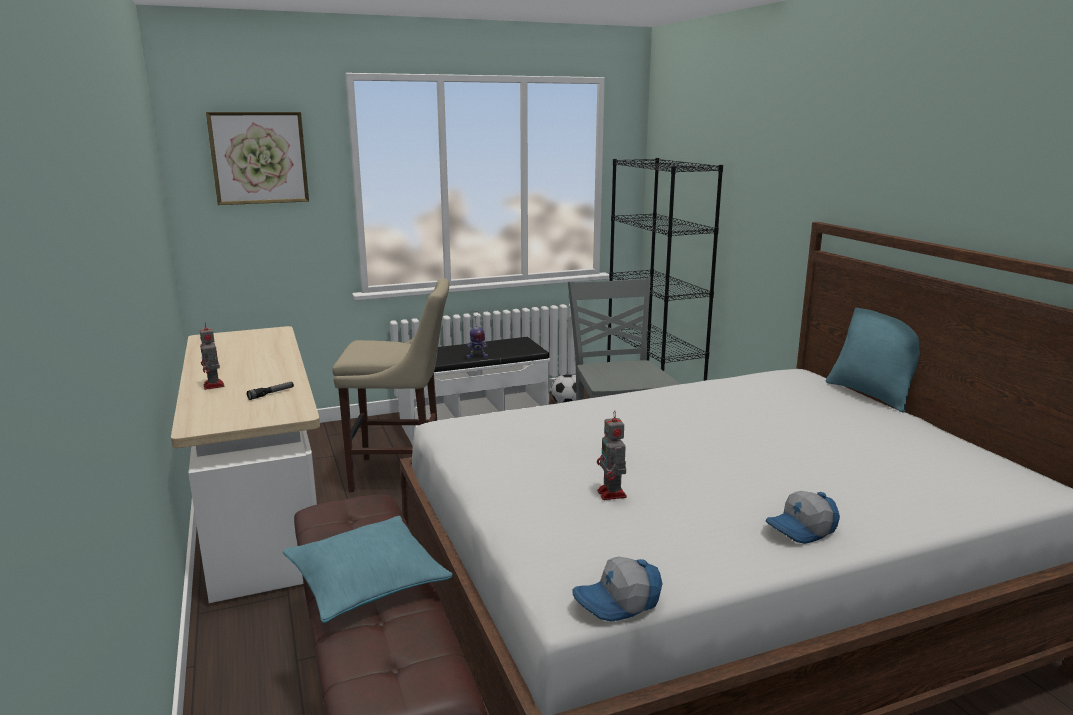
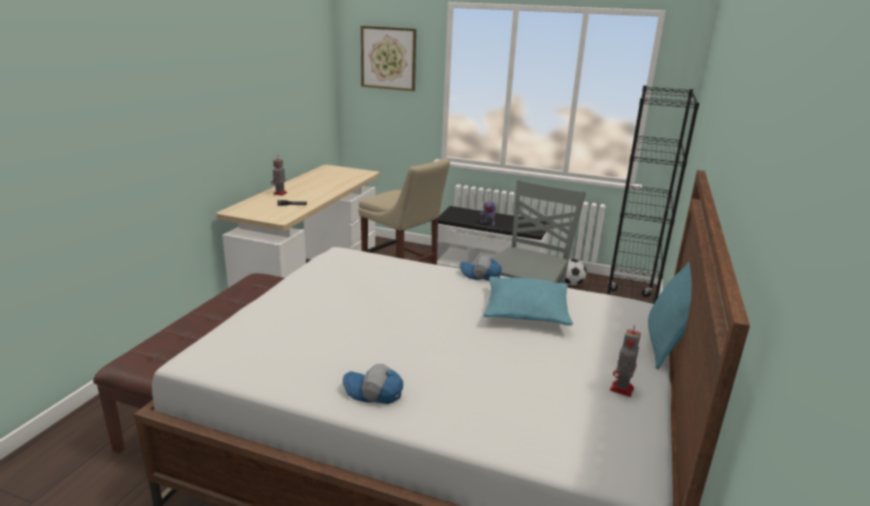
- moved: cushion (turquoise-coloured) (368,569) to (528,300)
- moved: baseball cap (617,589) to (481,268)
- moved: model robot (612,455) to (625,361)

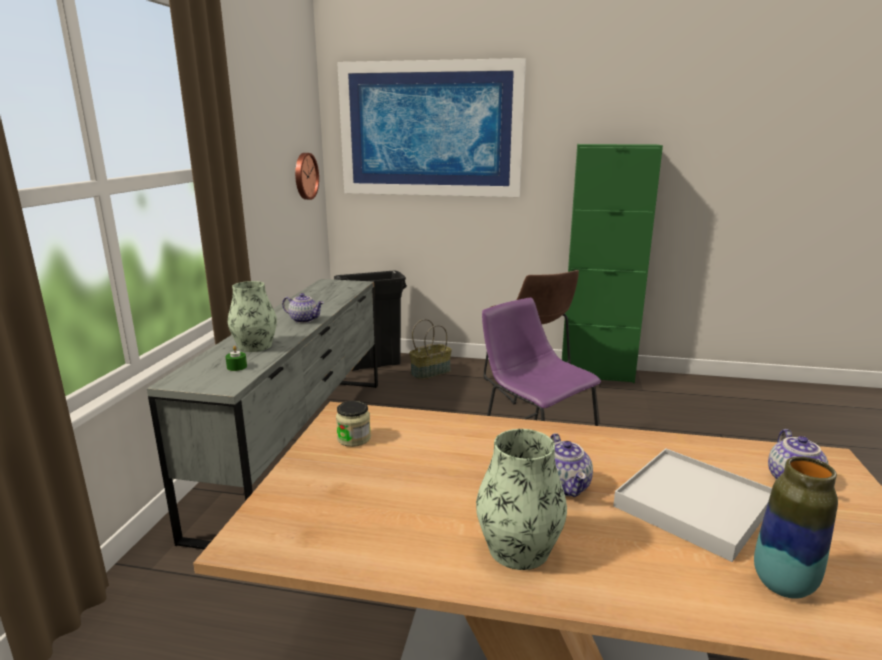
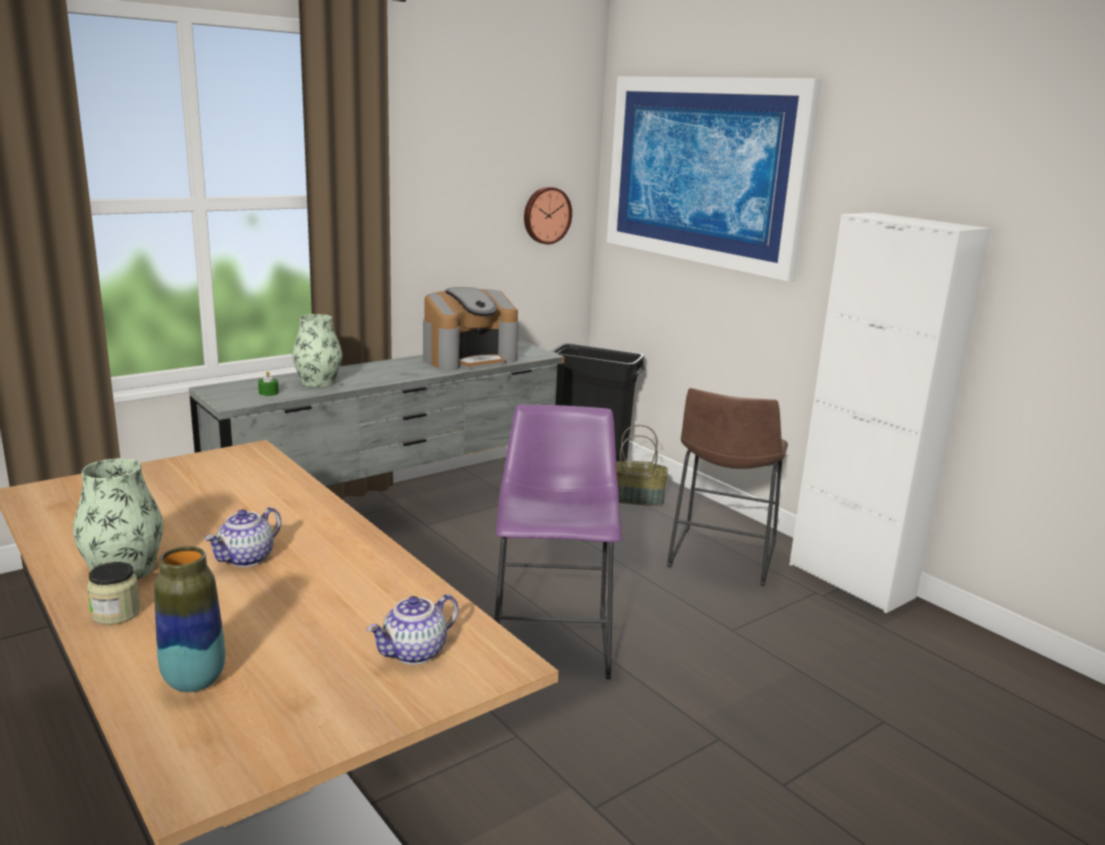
- removed: teapot (303,308)
- removed: tray (whitish) (692,505)
- added: coffee maker (471,329)
- moved: jar (353,424) to (114,593)
- recoloured: cupboard (green-coloured) (612,263) to cupboard (whitish) (890,413)

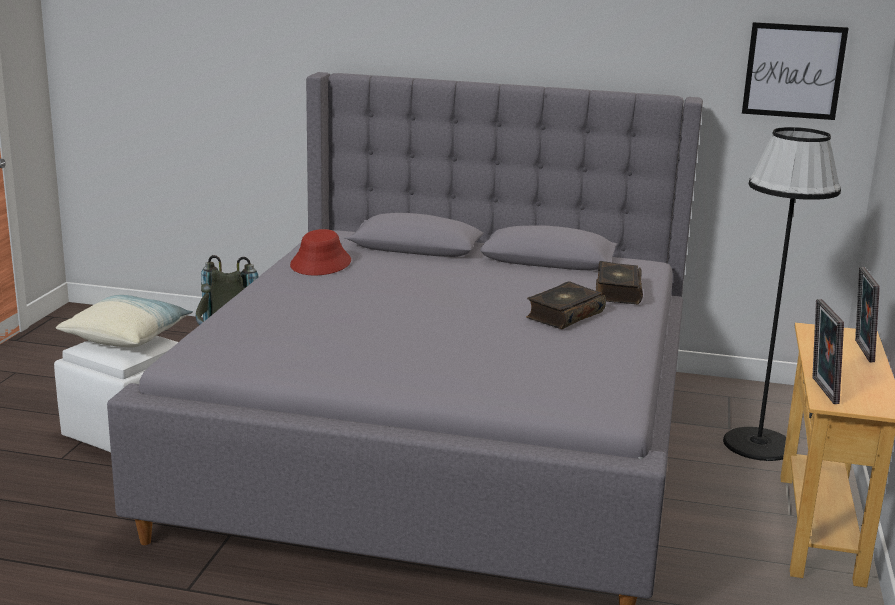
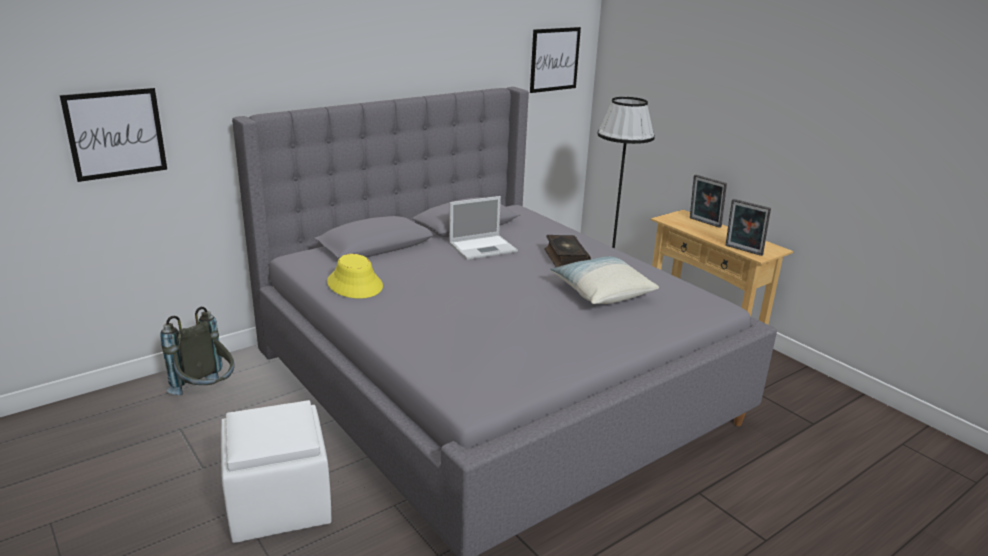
- removed: volume (619,282)
- added: wall art (113,135)
- added: notebook computer (483,228)
- moved: cushion (124,321) to (604,280)
- recoloured: wearable hat (red) (320,252) to wearable hat (yellowish) (355,276)

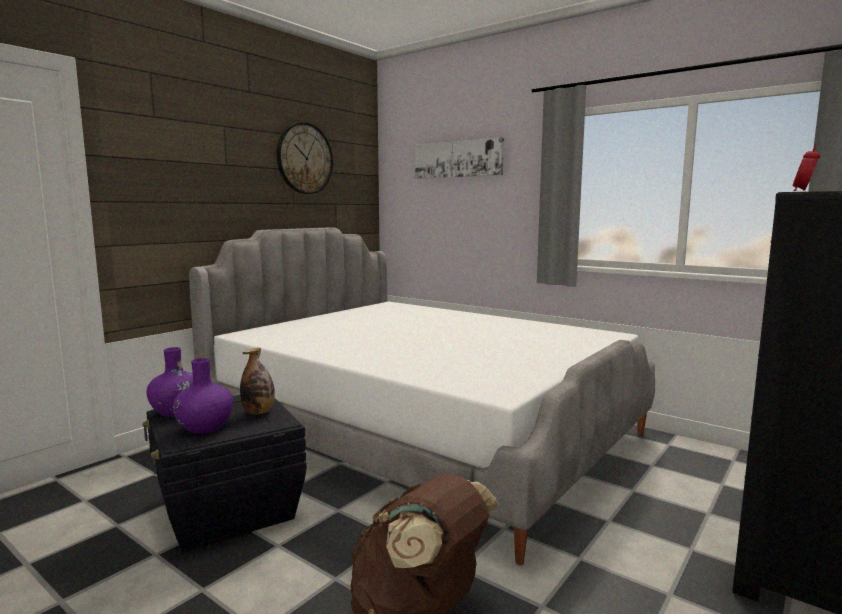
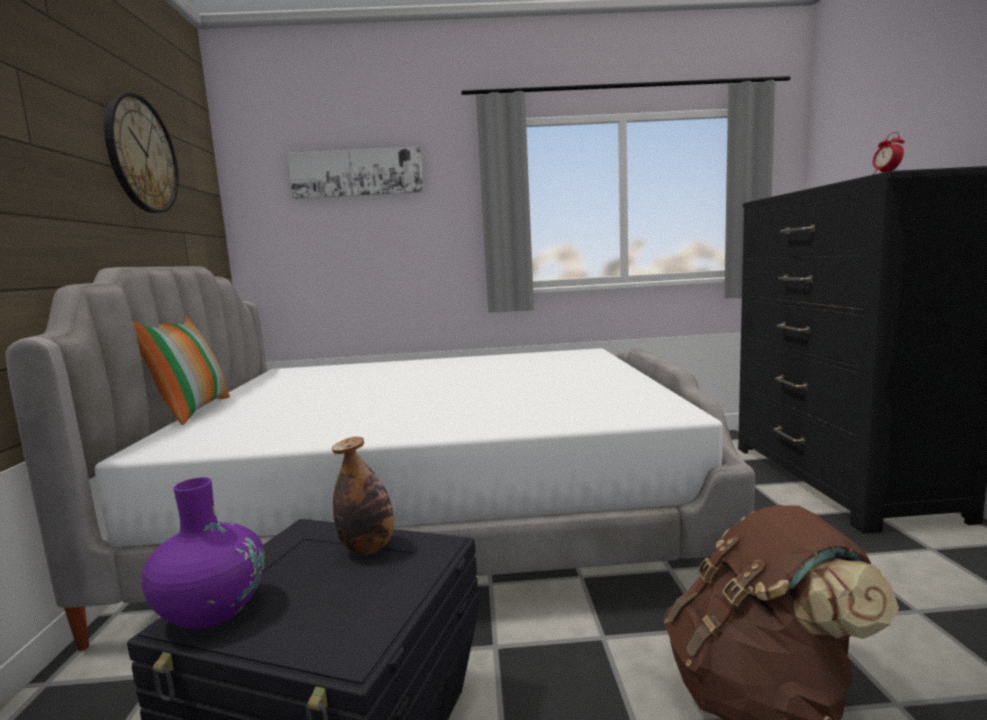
- removed: vase (purplish) (203,396)
- added: cushion (181,369)

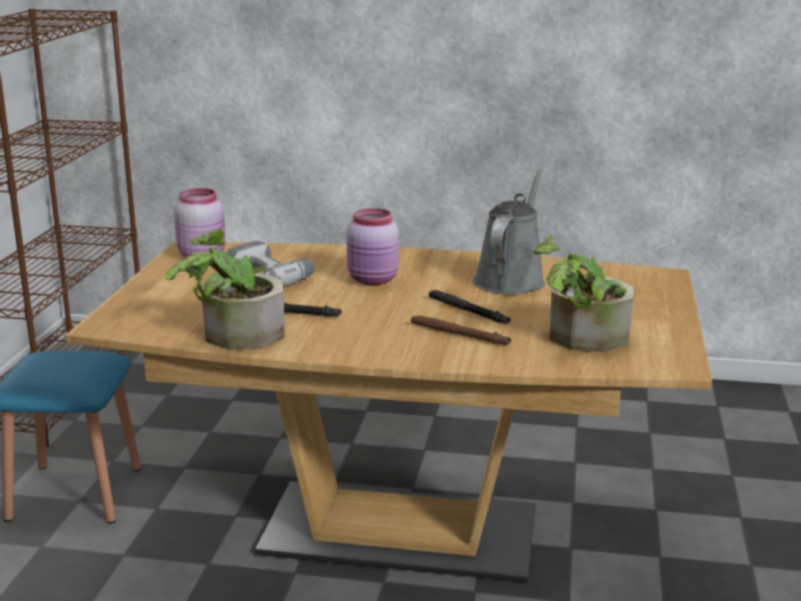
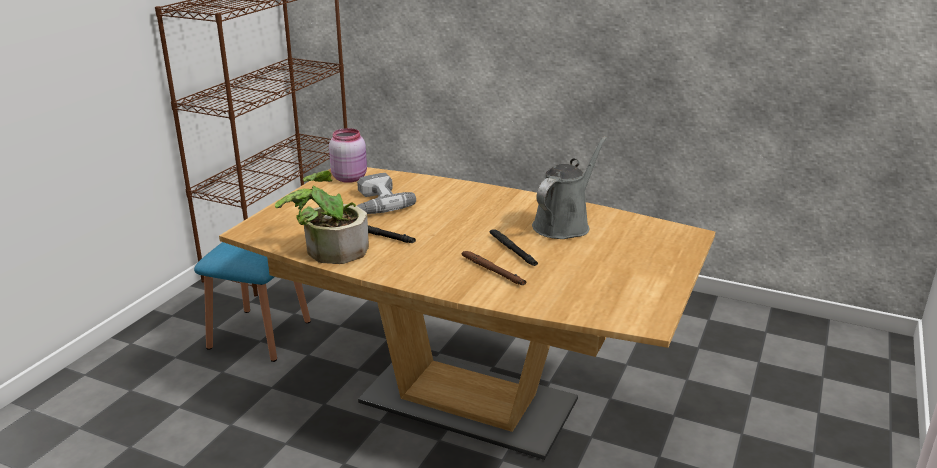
- removed: jar (pinkish) (372,246)
- removed: potted plant (583,294)

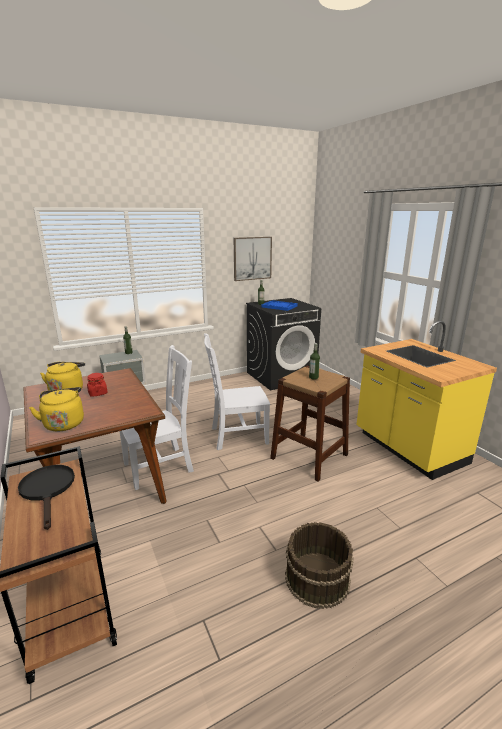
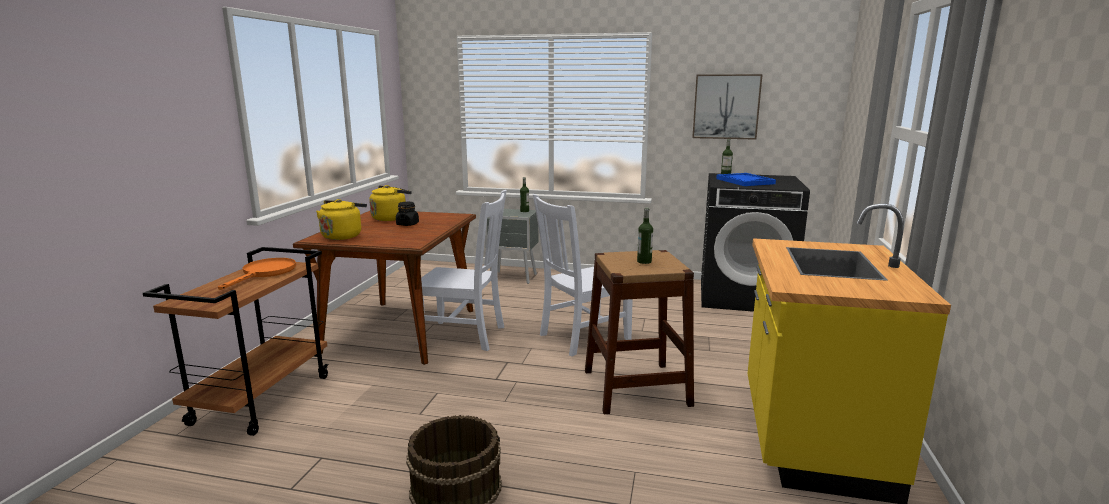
- recoloured: frying pan (black) (46,497) to frying pan (orange) (257,274)
- recoloured: jar (red) (97,385) to jar (black) (407,214)
- turned: chair (whitish) (237,391) = (583,275) 60 degrees counterclockwise

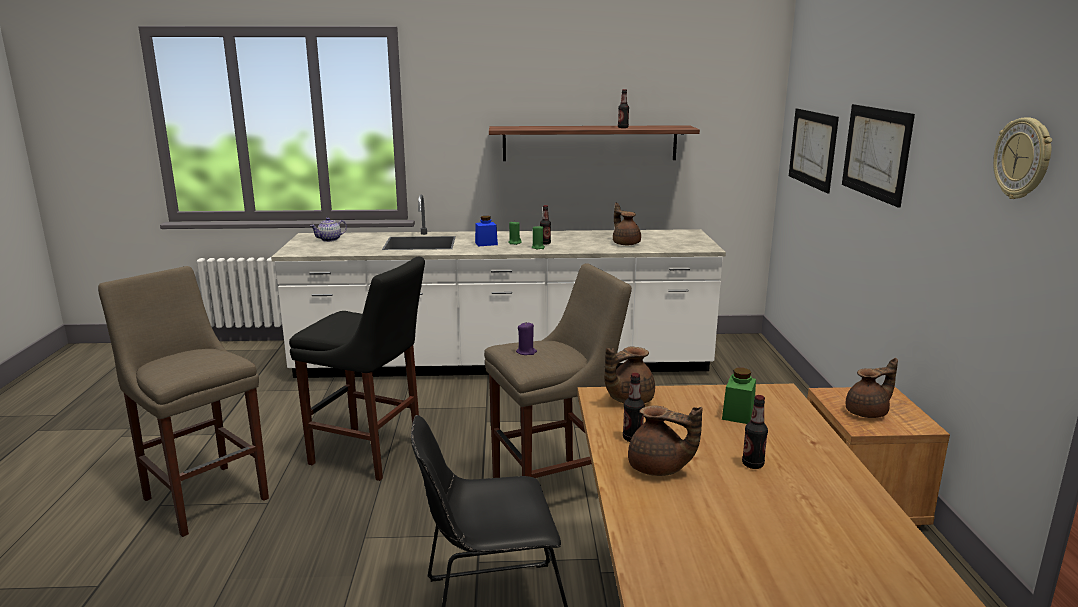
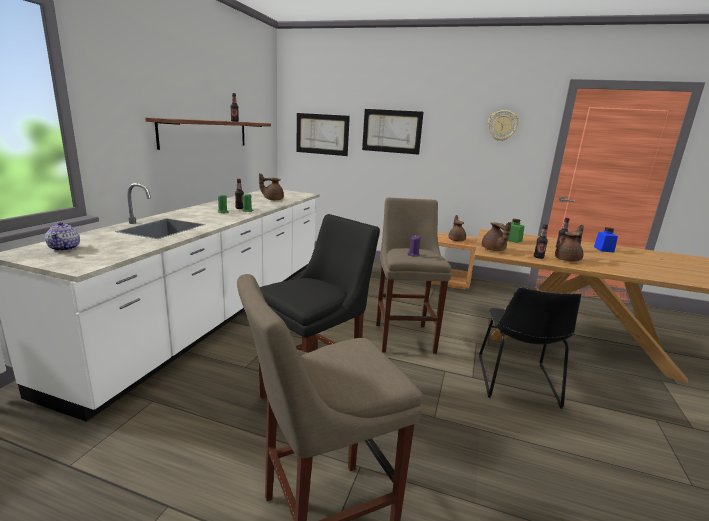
- moved: jar (bluish) (486,231) to (606,239)

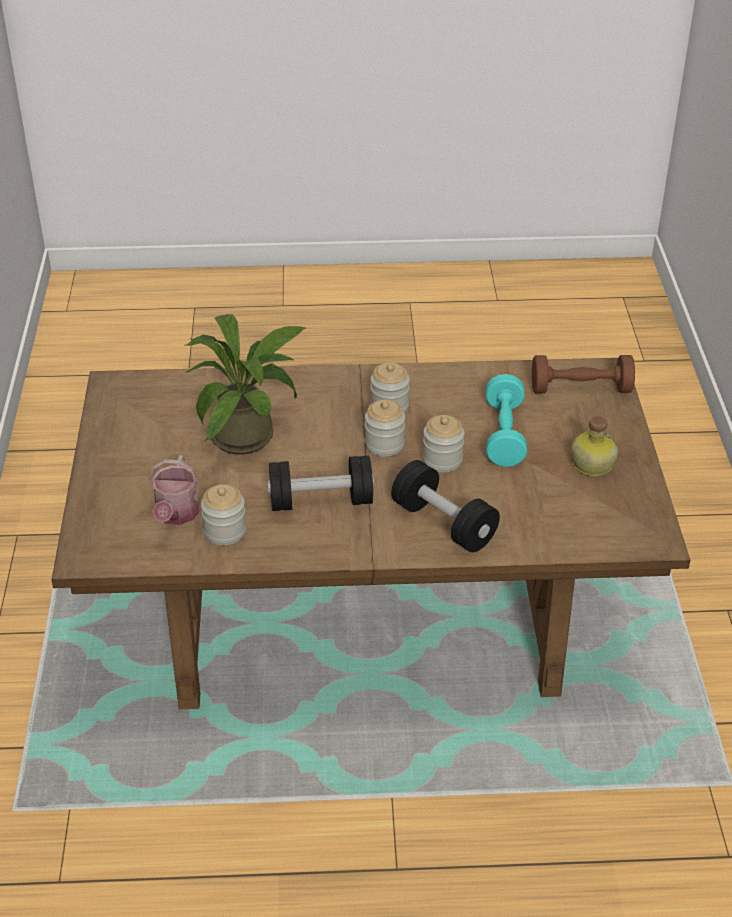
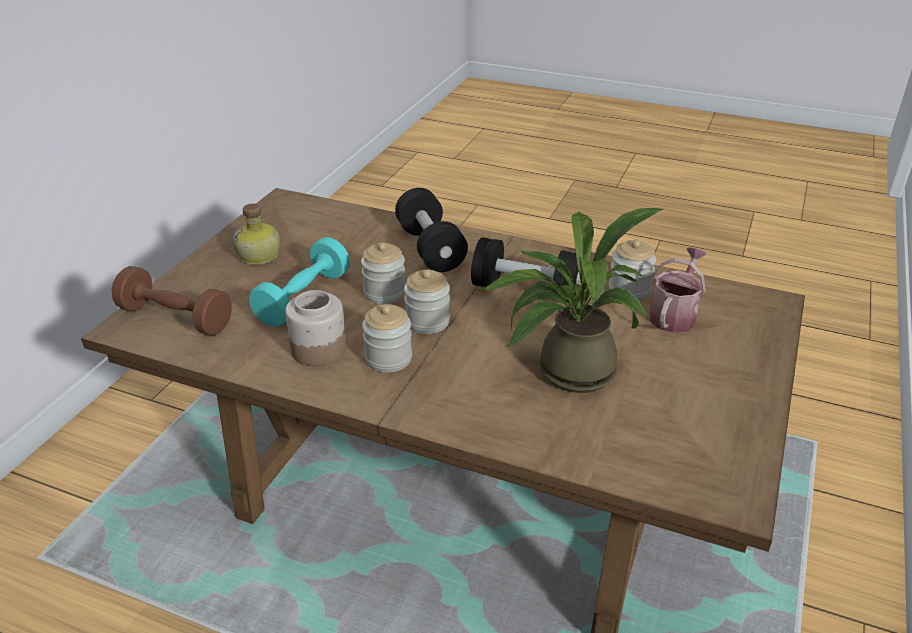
- added: jar (315,328)

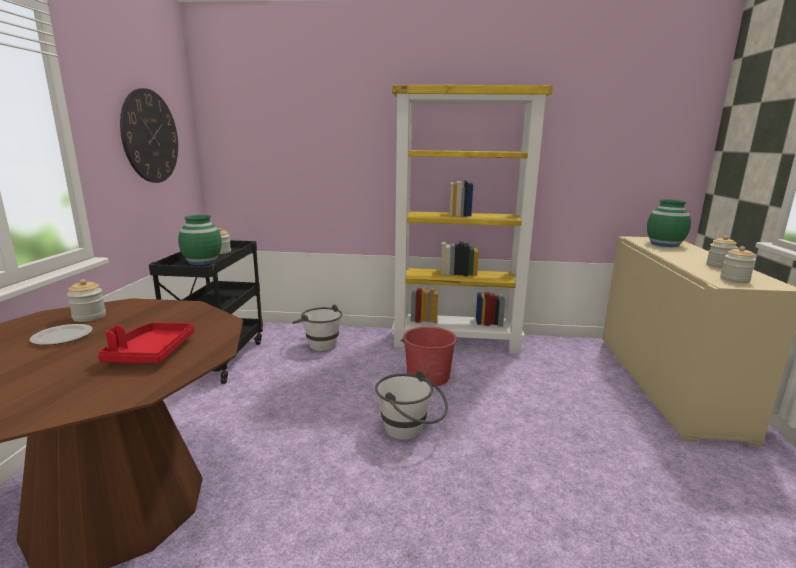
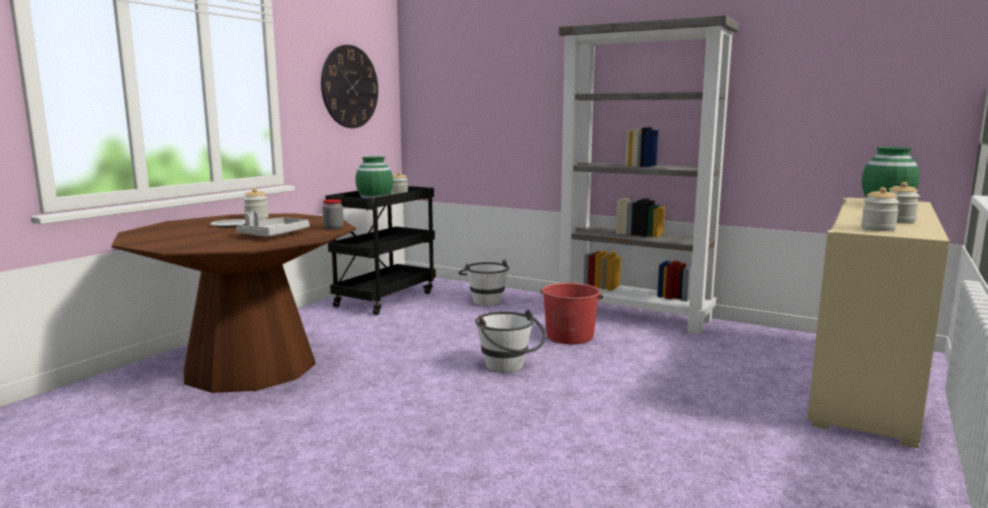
- added: jar (333,214)
- recoloured: tray (red) (146,343) to tray (gray) (272,223)
- recoloured: shelving unit (yellowish) (472,219) to shelving unit (gray) (649,174)

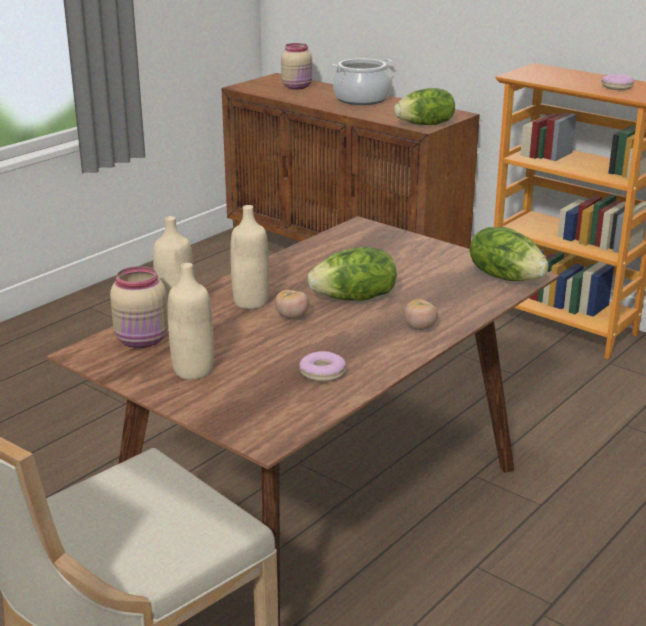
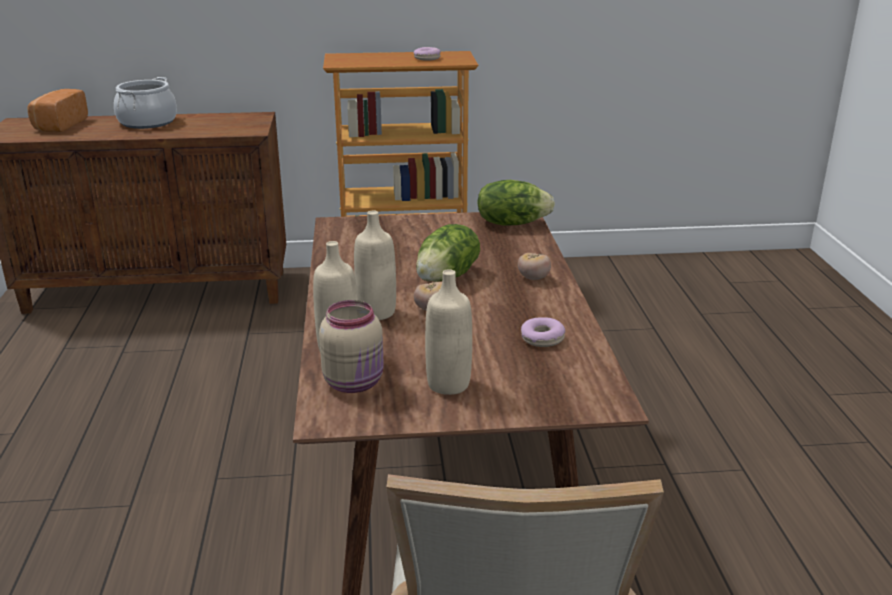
- removed: lettuce (424,106)
- replaced: jar (beige-coloured) (296,66) to baked bread (58,110)

